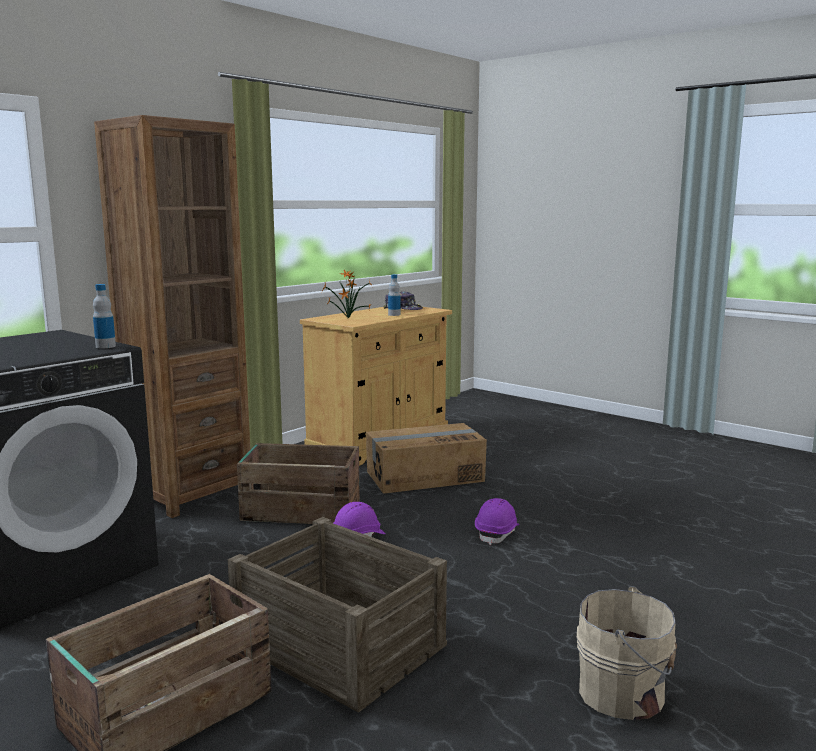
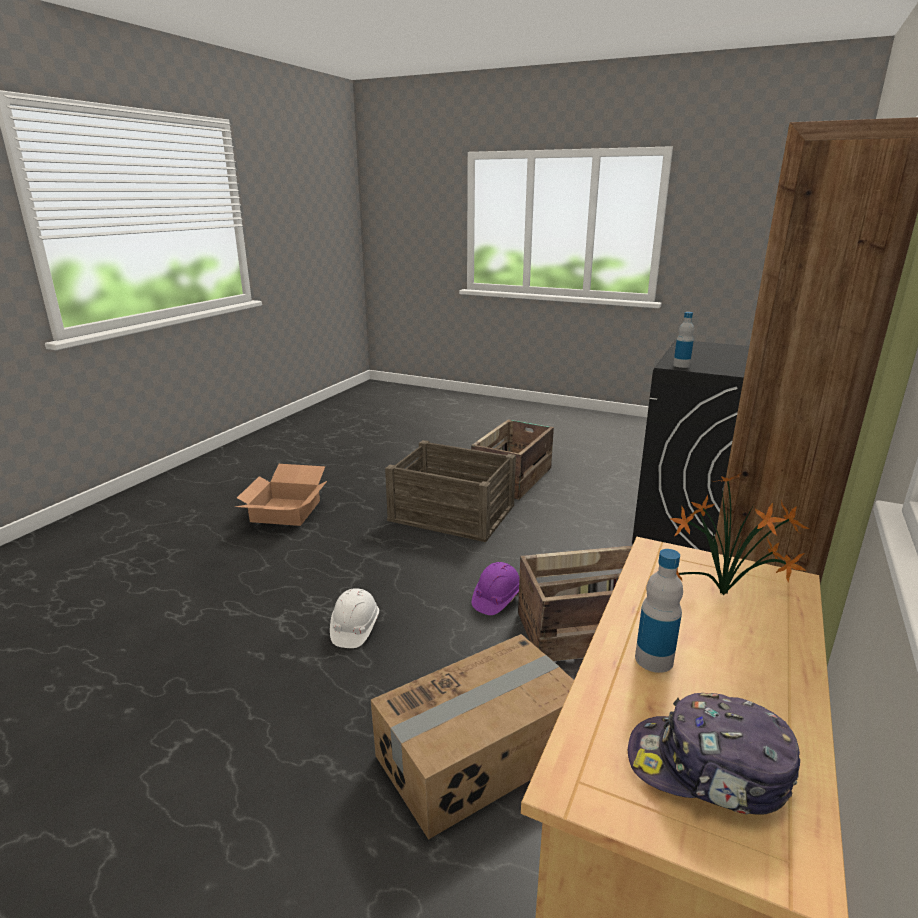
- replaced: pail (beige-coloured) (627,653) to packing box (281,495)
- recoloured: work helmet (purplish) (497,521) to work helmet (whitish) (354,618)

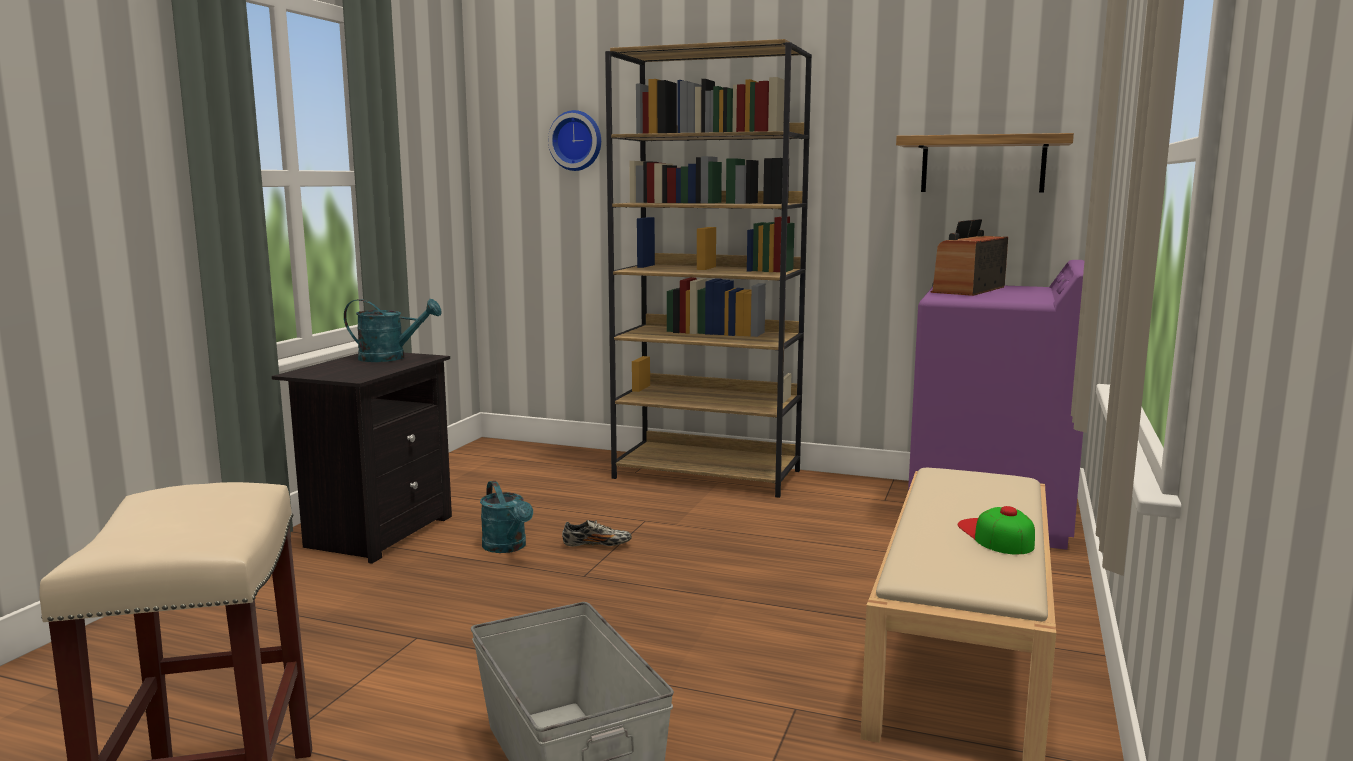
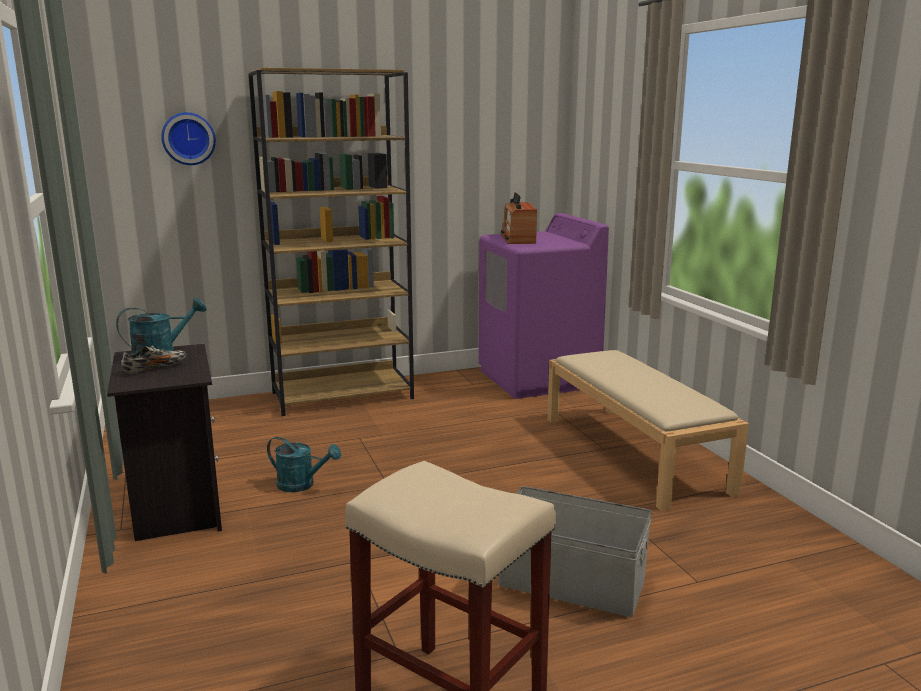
- removed: wall shelf (985,162)
- removed: baseball cap (996,530)
- moved: item of footwear (597,533) to (154,359)

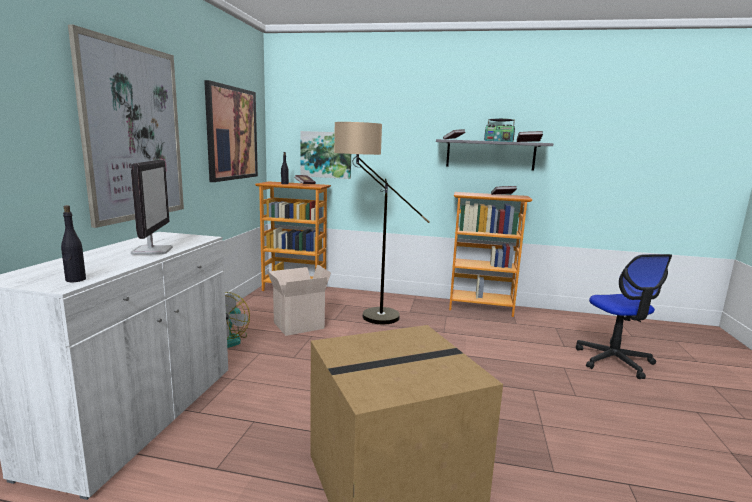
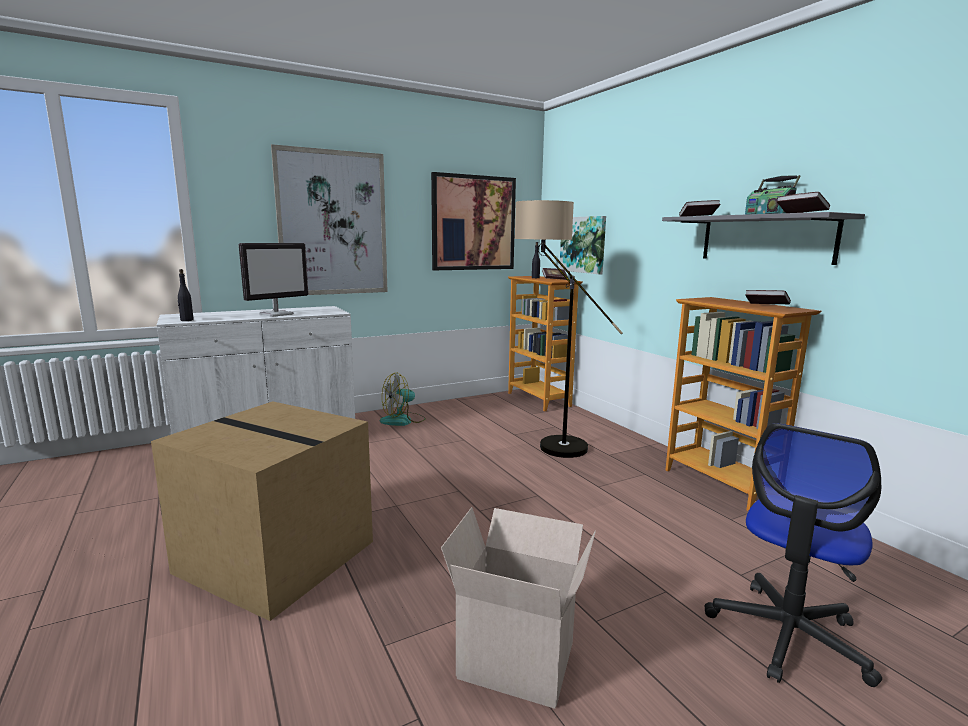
- moved: packing box (299,300) to (518,608)

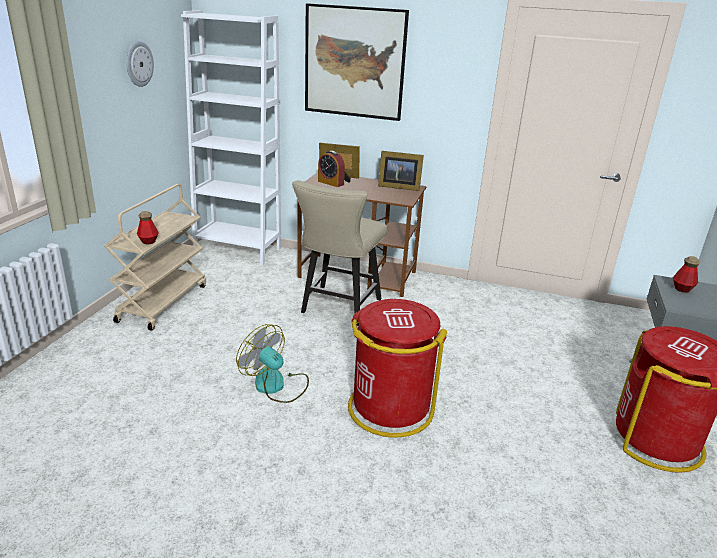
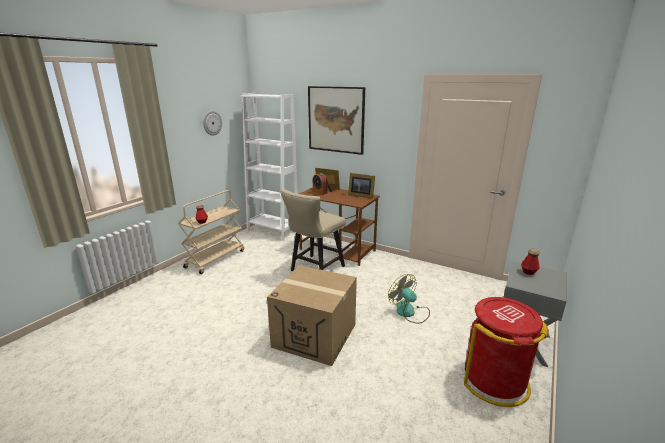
- moved: electric fan (272,363) to (409,299)
- replaced: rubbish bin (red) (397,368) to packing box (312,315)

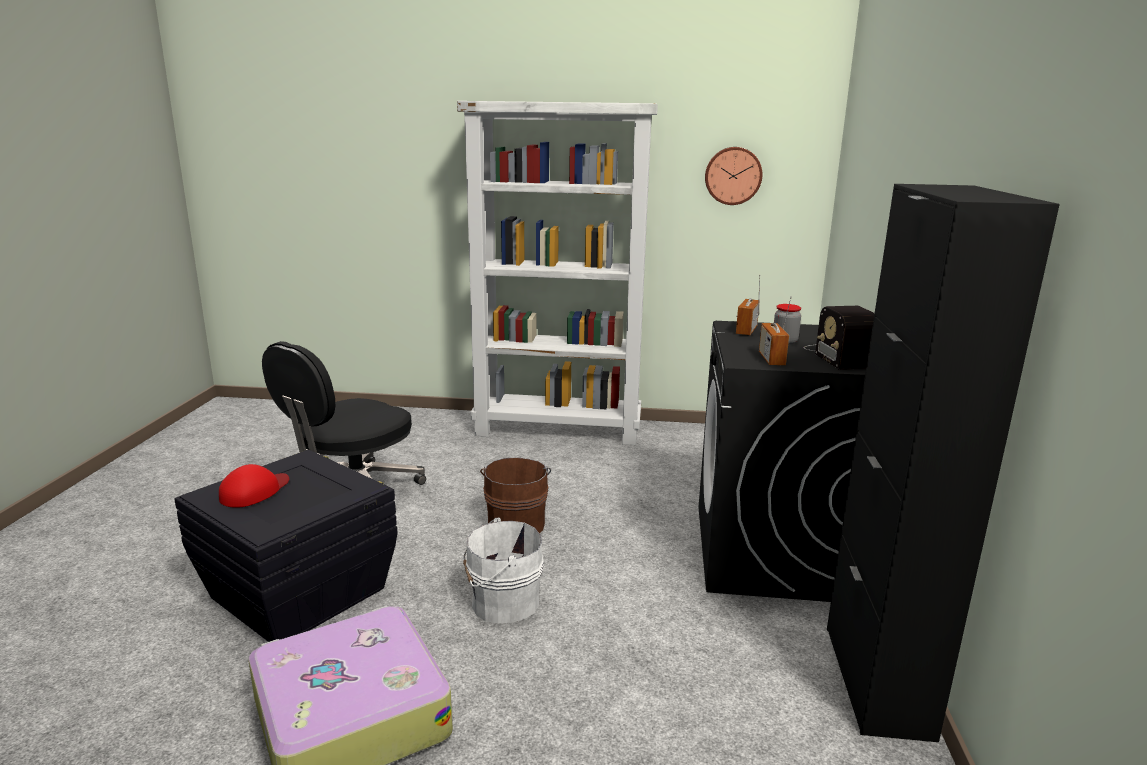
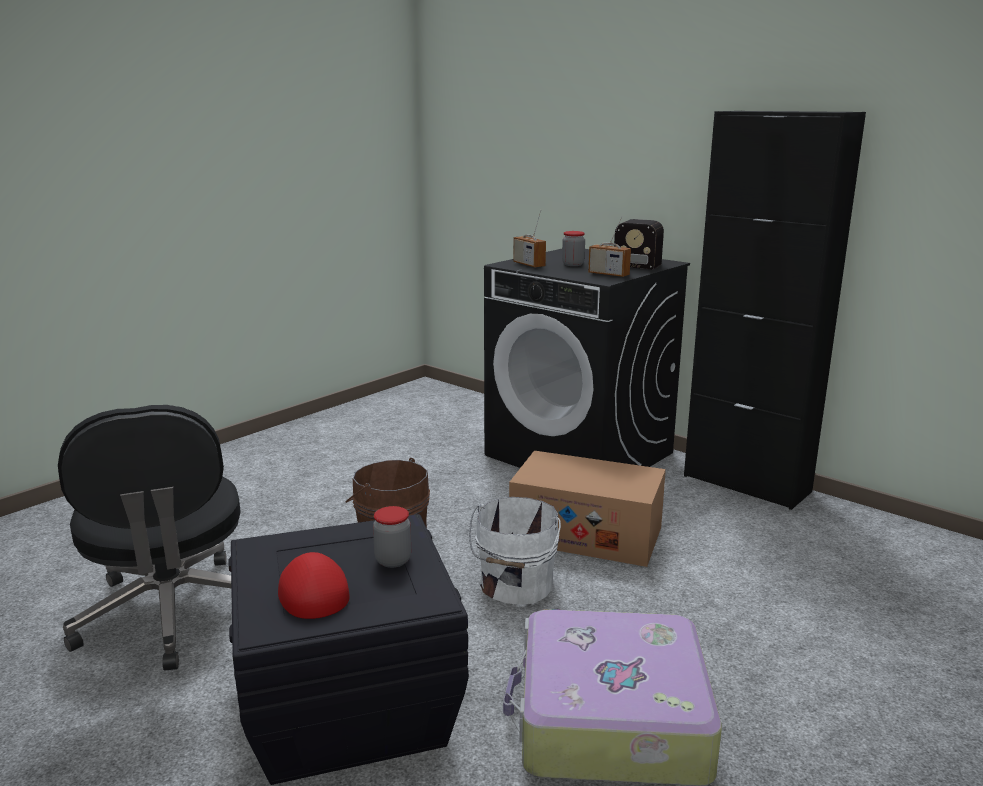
- removed: shelving unit (whitish) (557,273)
- removed: clock on the wall (733,176)
- added: jar (392,537)
- added: packing box (587,509)

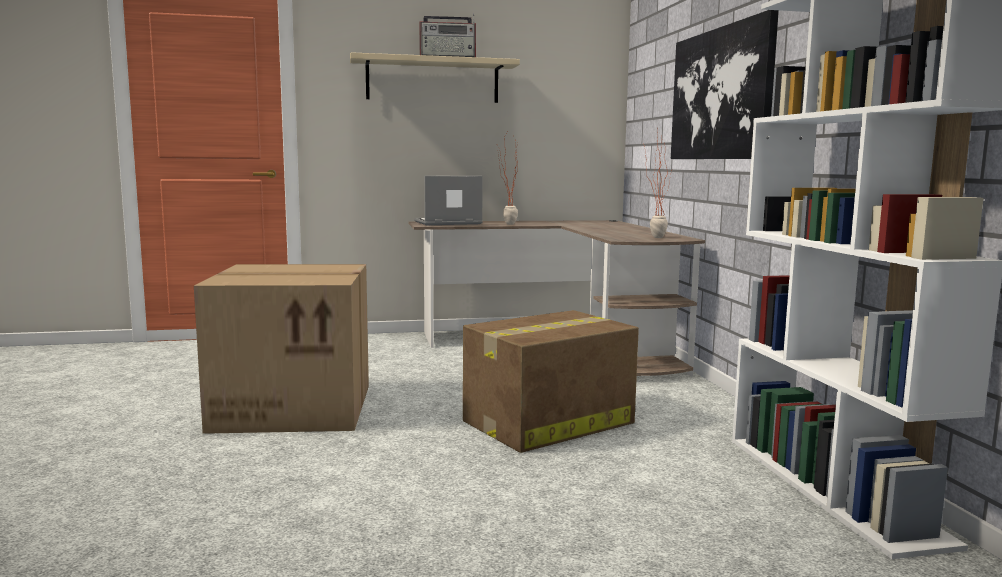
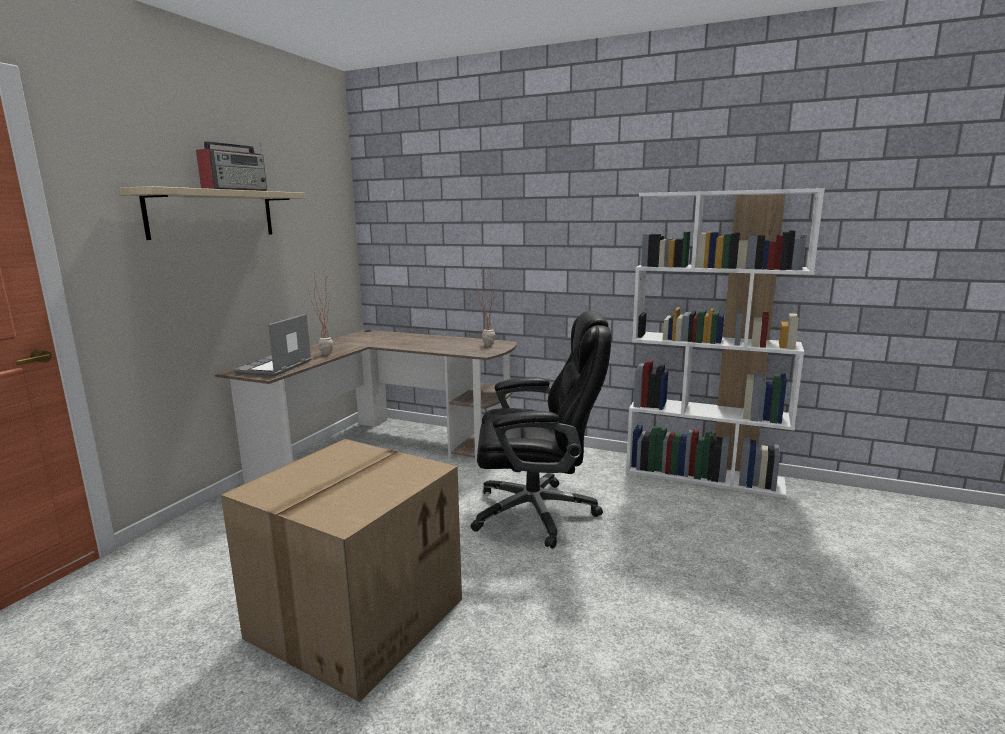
- removed: wall art (725,84)
- replaced: packing box (551,381) to desk chair (black) (541,429)

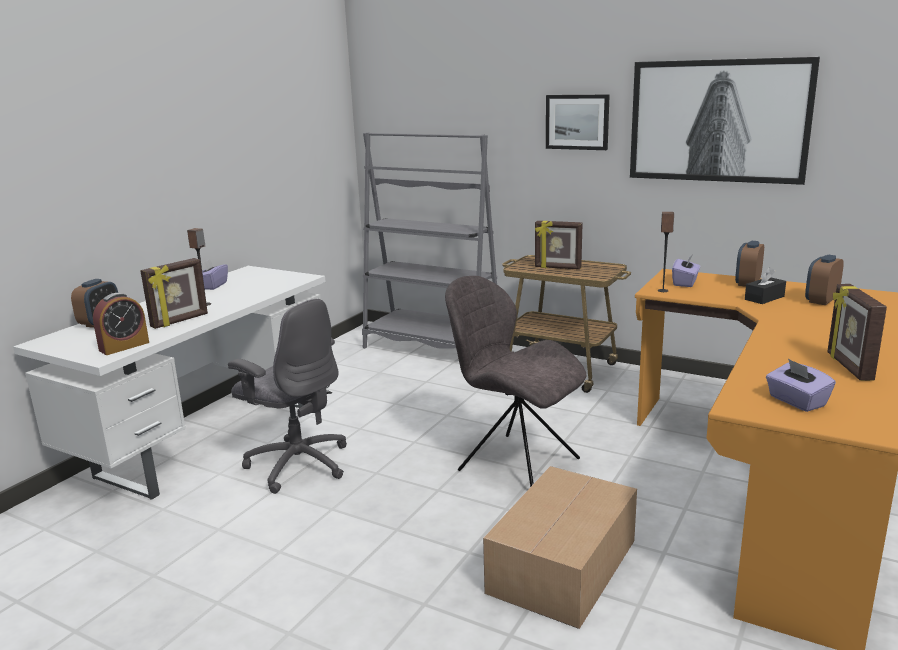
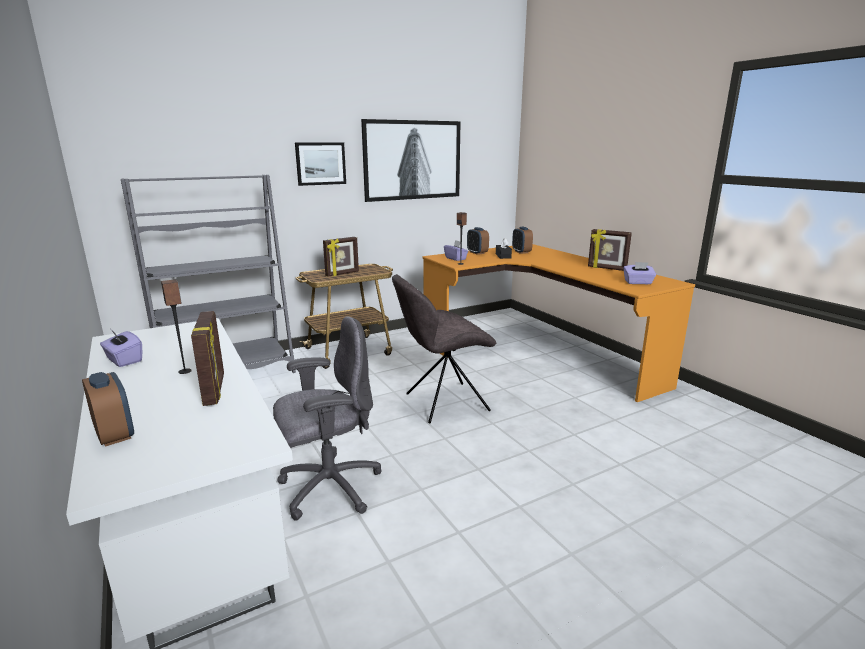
- removed: table clock (121,324)
- removed: packing box (560,547)

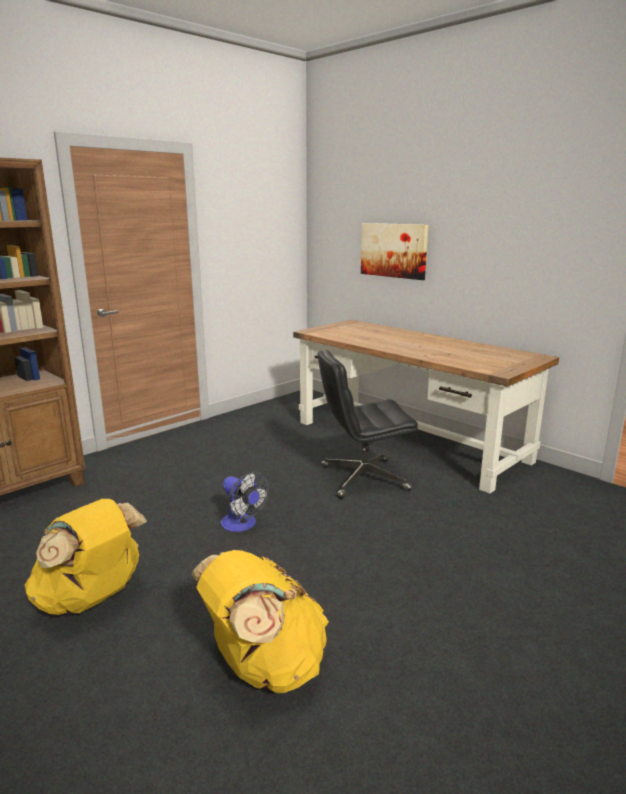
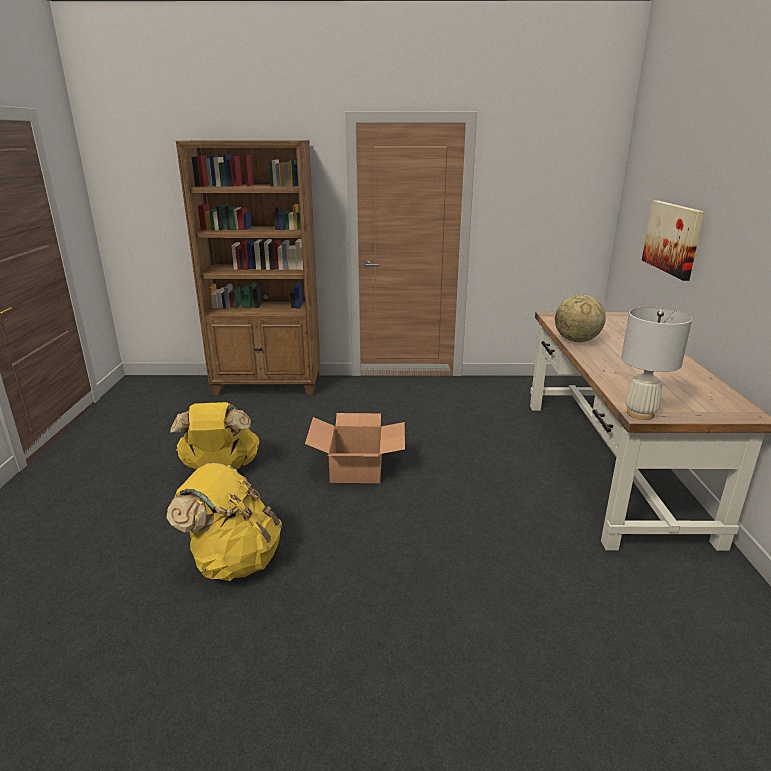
- removed: desk chair (black) (368,424)
- added: desk globe (580,318)
- added: table lamp (whitish) (656,363)
- replaced: electric fan (245,502) to packing box (355,448)

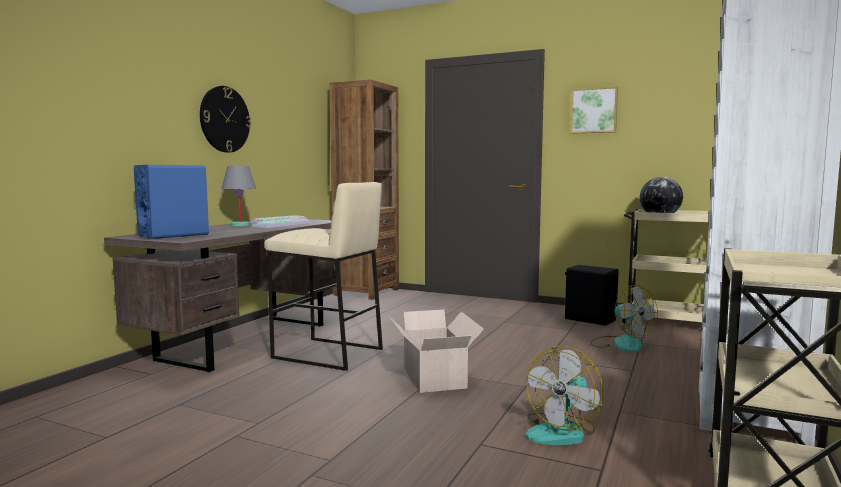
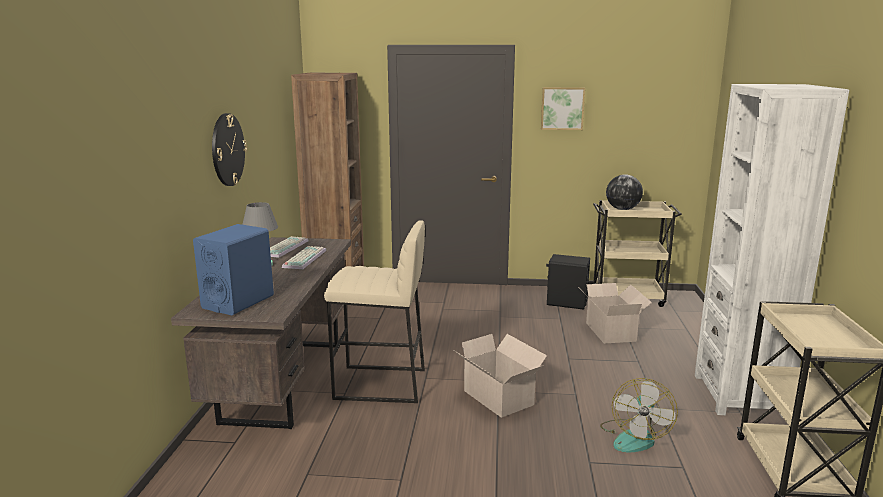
- replaced: electric fan (624,319) to packing box (617,313)

